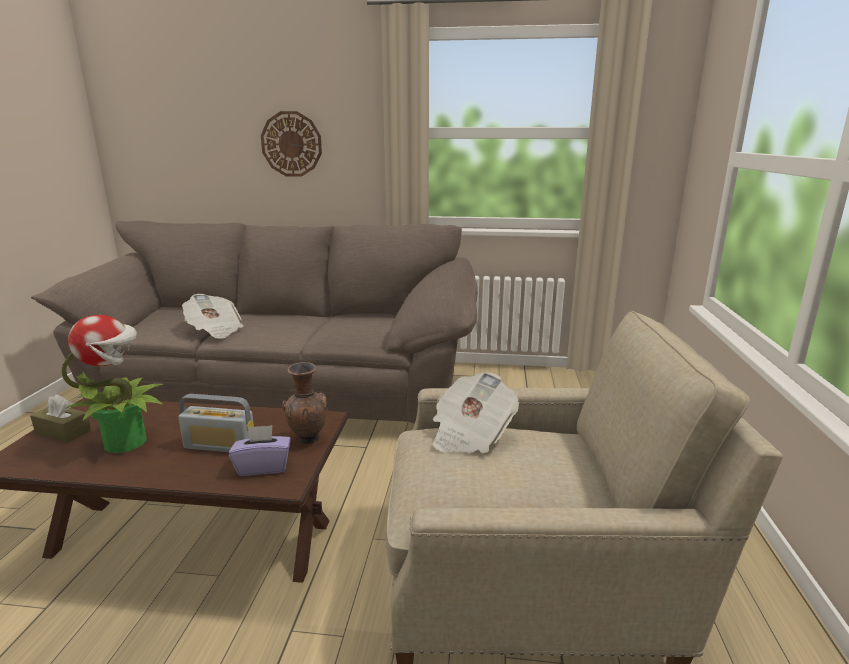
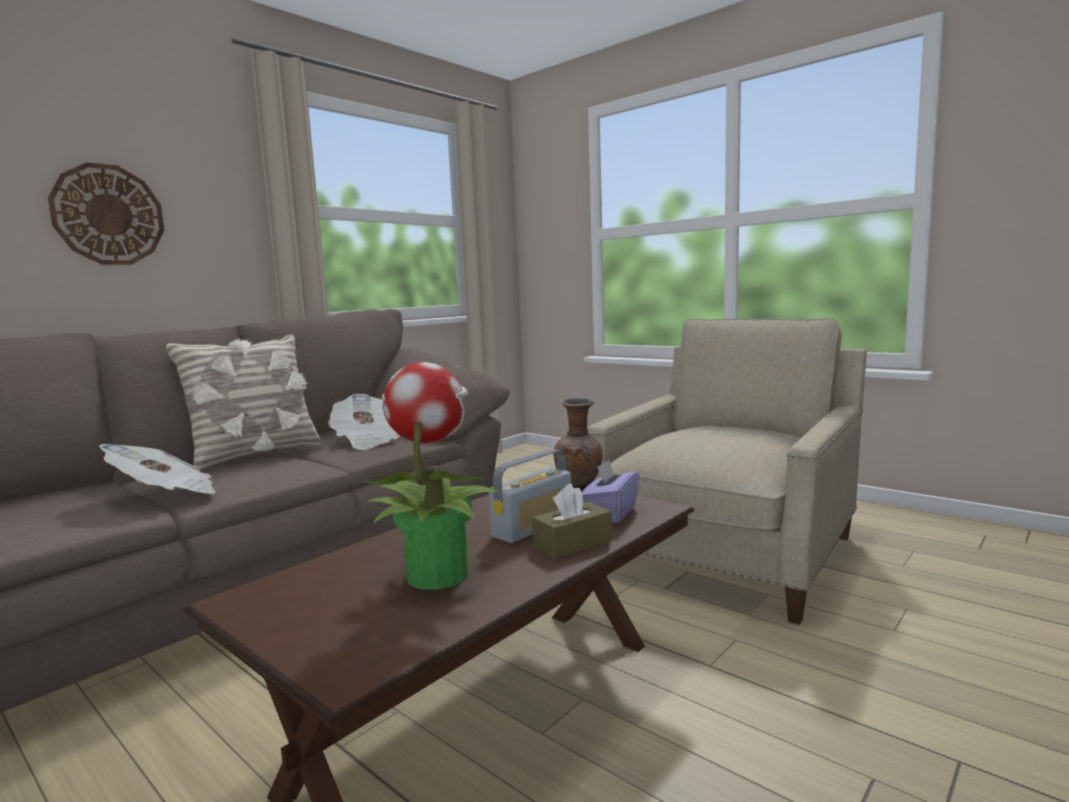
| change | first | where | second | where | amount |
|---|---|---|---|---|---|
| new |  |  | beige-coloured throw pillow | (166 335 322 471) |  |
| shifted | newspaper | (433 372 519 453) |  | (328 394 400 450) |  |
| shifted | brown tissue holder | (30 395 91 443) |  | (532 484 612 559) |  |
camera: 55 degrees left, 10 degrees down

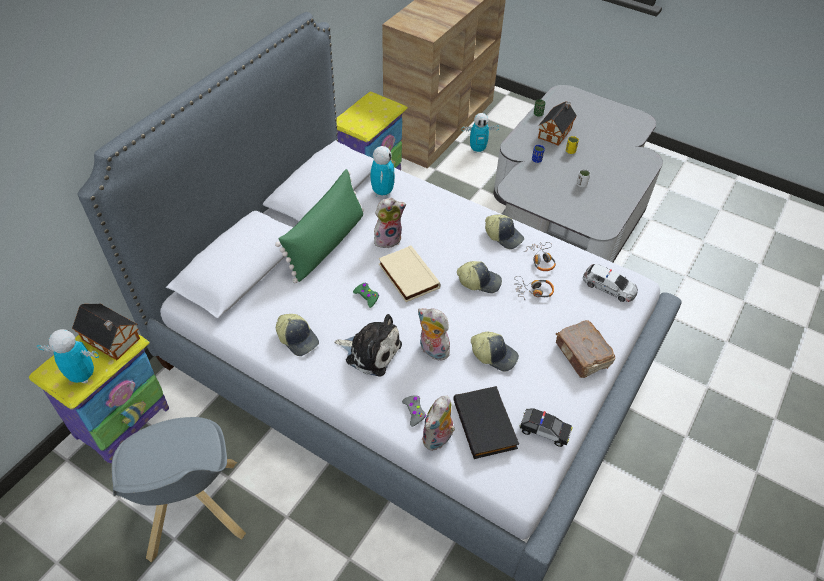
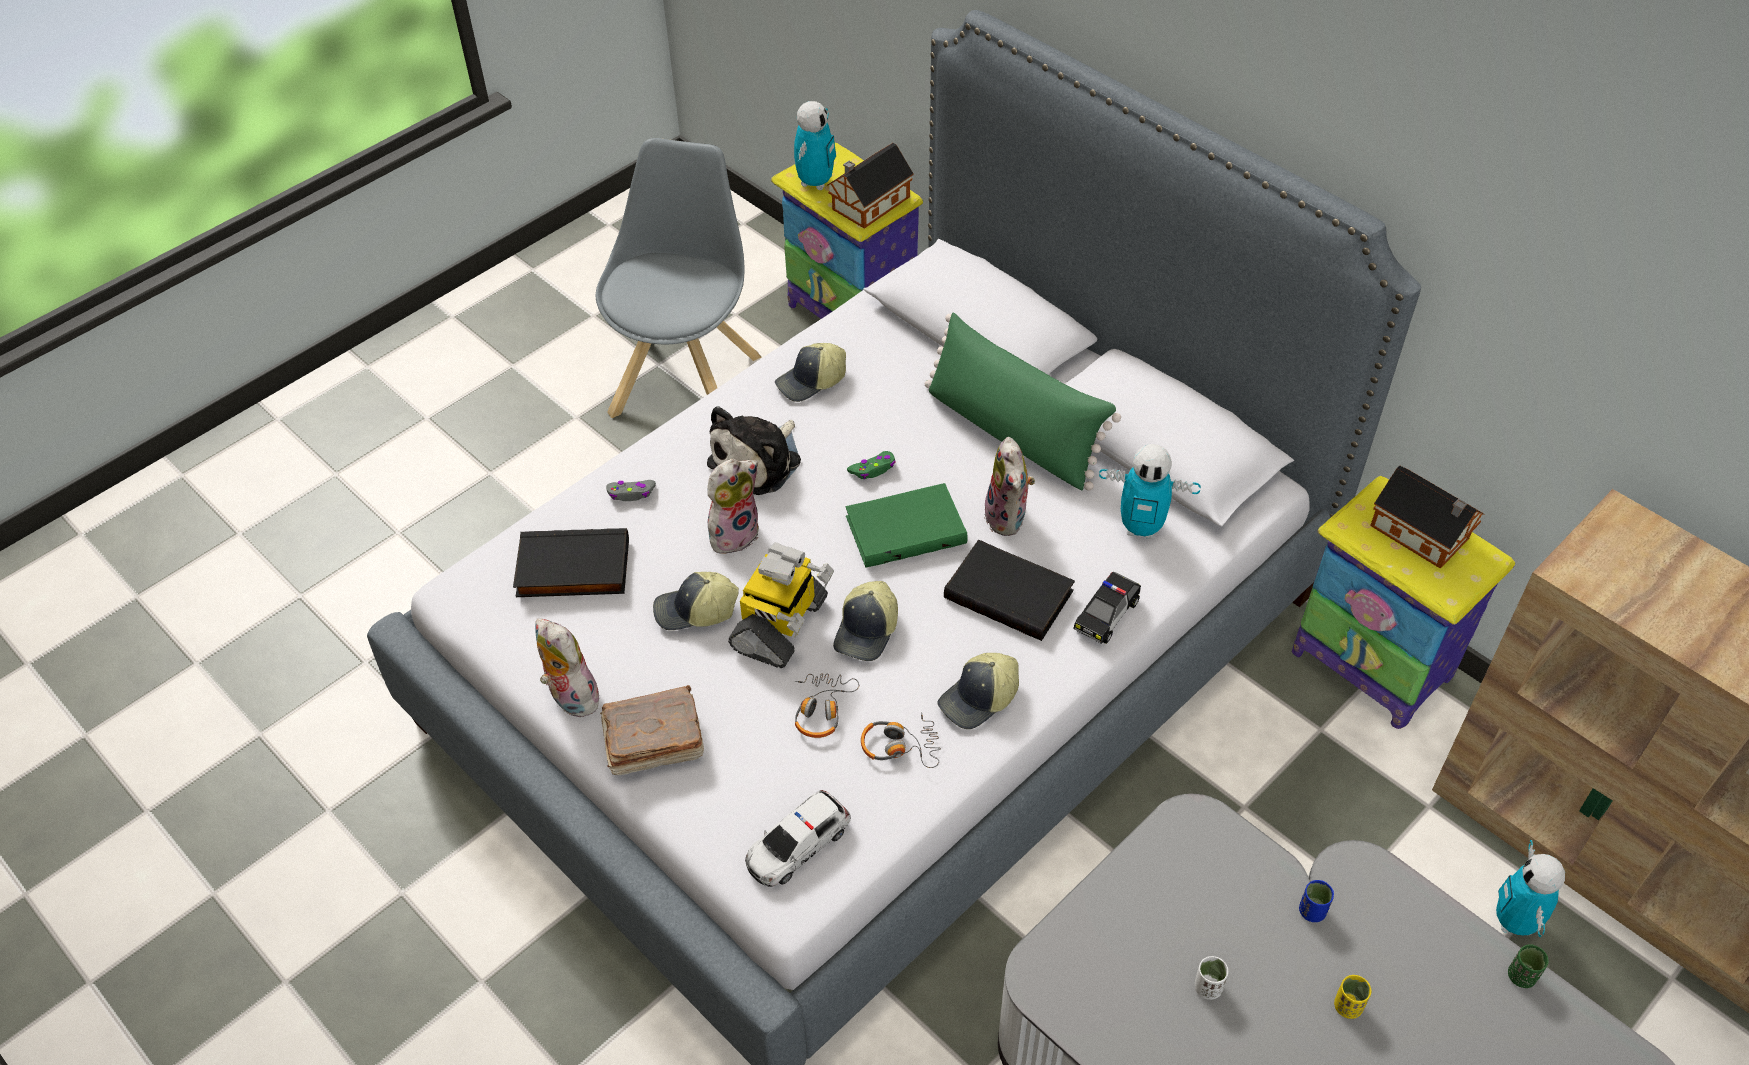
| change | first | where | second | where | amount |
|---|---|---|---|---|---|
| shifted | plush toy | (422 395 455 451) |  | (535 618 603 717) |  |
| rotated | greyish plain chair | (112 417 246 563) |  | (596 138 762 418) | 105 degrees clockwise |
| rotated | cap | (471 331 519 371) |  | (653 572 739 630) | 45 degrees clockwise |
| new |  |  | robot figure | (728 542 834 668) |  |
| repainted | beige-coloured book | (379 245 441 302) | green book | (846 483 968 568) |  |
| new |  |  | black-coloured book | (944 539 1075 641) |  |
| shifted | toy car | (519 408 573 447) |  | (1073 572 1141 644) |  |
| shifted | miniature house | (538 101 577 146) |  | (1370 465 1485 569) |  |
camera: 105 degrees right, 0 degrees up

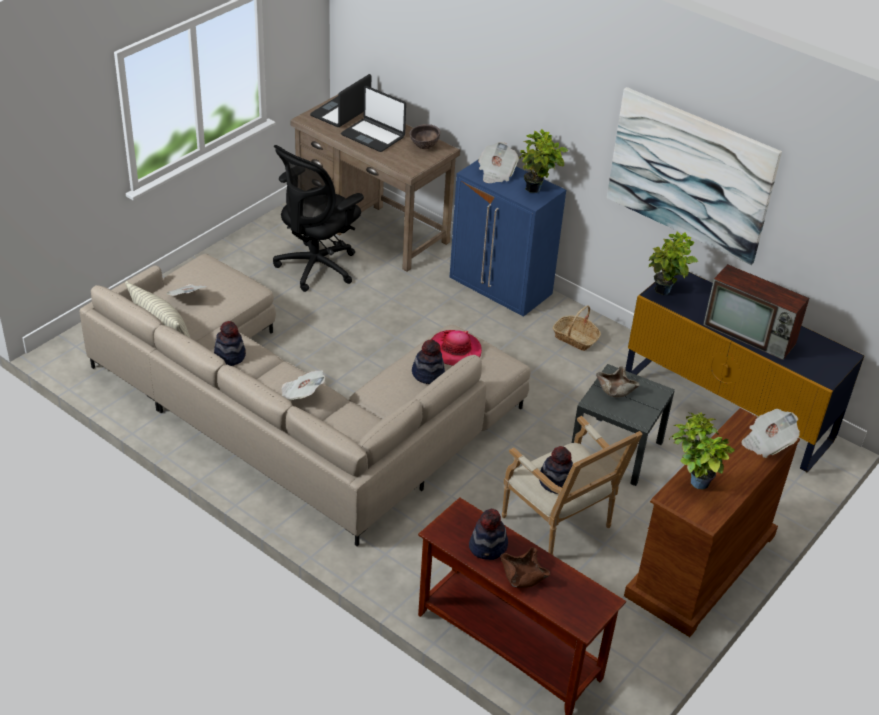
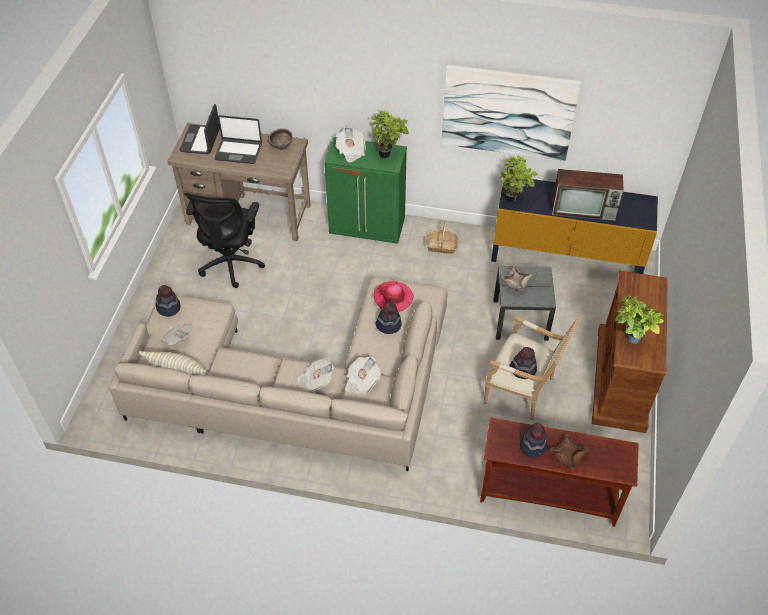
| change | first | where | second | where | amount |
|---|---|---|---|---|---|
| shifted | hat | (214 321 246 366) |  | (156 285 181 317) |  |
| repainted | blue cupboard | (450 160 566 317) | green cupboard | (324 137 407 244) |  |
| shifted | newspaper | (741 409 800 458) |  | (345 357 381 396) |  |
camera: 25 degrees left, 10 degrees up

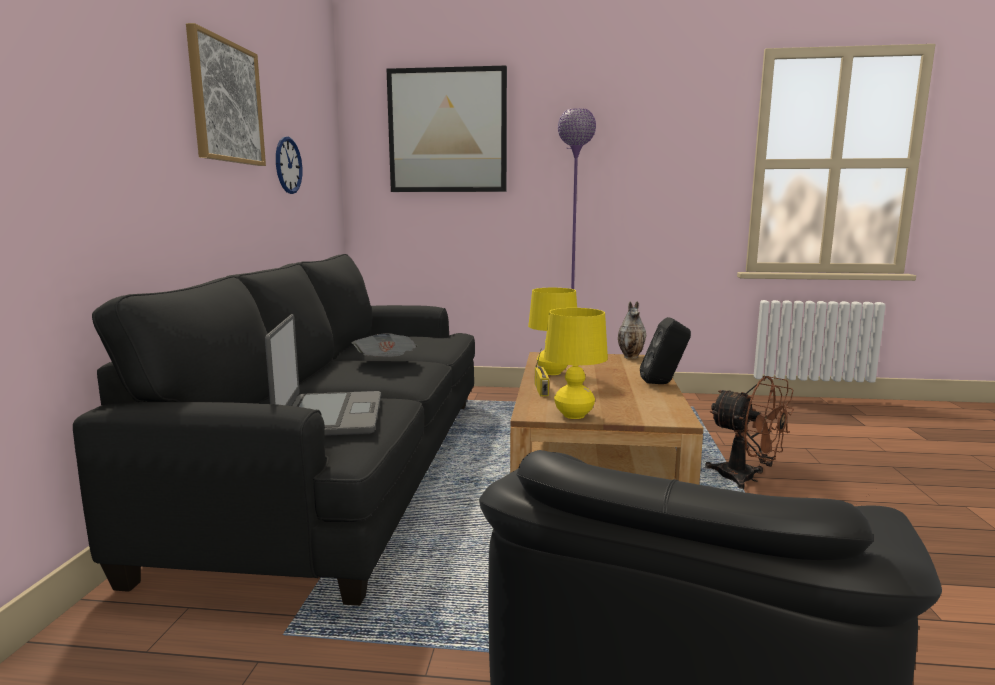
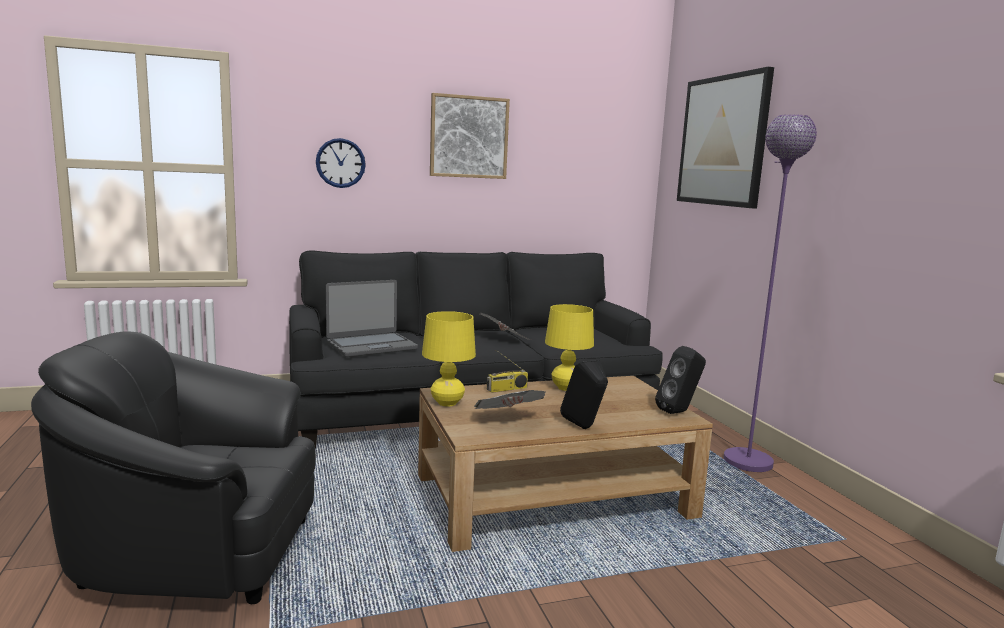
| change | first | where | second | where | amount |
|---|---|---|---|---|---|
| shifted | clock on the wall | (276 137 302 194) |  | (316 138 366 188) |  |
| new |  |  | newspaper | (474 390 545 409) |  |
| swapped | decorative vase | (618 301 646 359) | black-coloured loudspeaker | (655 346 706 414) |  |
| gone | brown electric fan | (705 376 794 489) |  |  |  |
camera: 65 degrees right, 0 degrees up

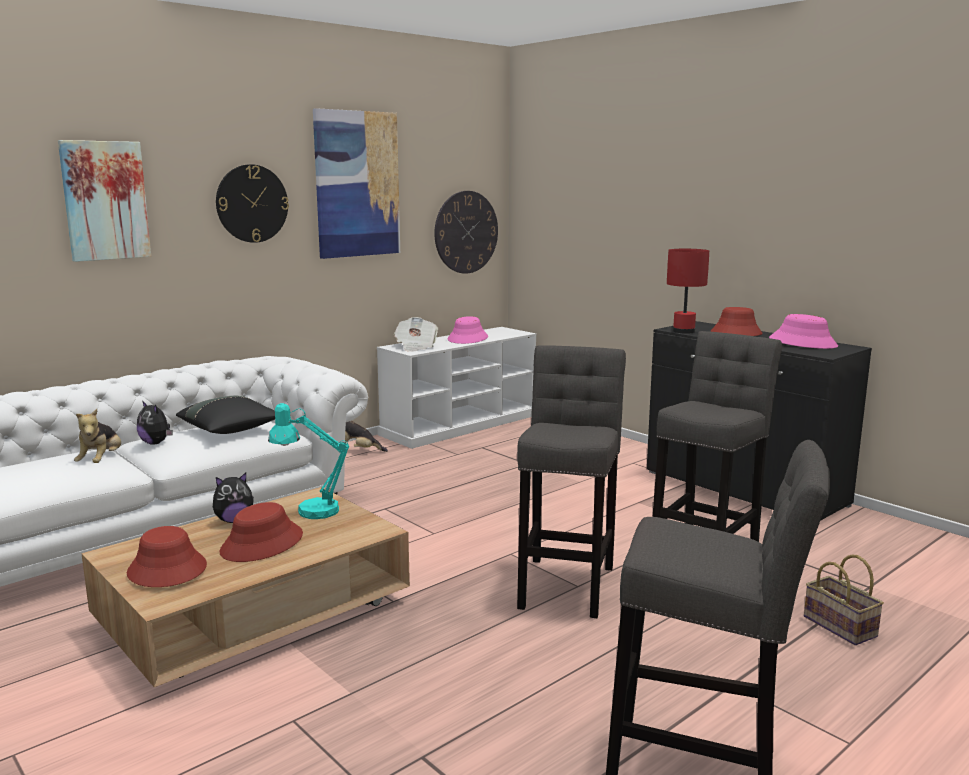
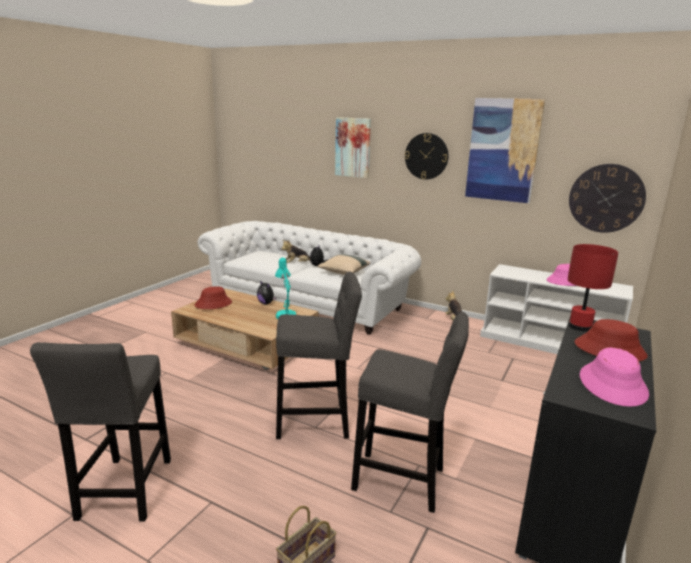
| change | first | where | second | where | amount |
|---|---|---|---|---|---|
| repainted | black-coloured throw pillow | (176 396 275 434) | beige-coloured throw pillow | (317 254 371 275) |  |
| gone | reddish hat | (220 502 303 562) |  |  |  |
| gone | newspaper | (394 317 438 352) |  |  |  |
camera: 70 degrees right, 5 degrees up

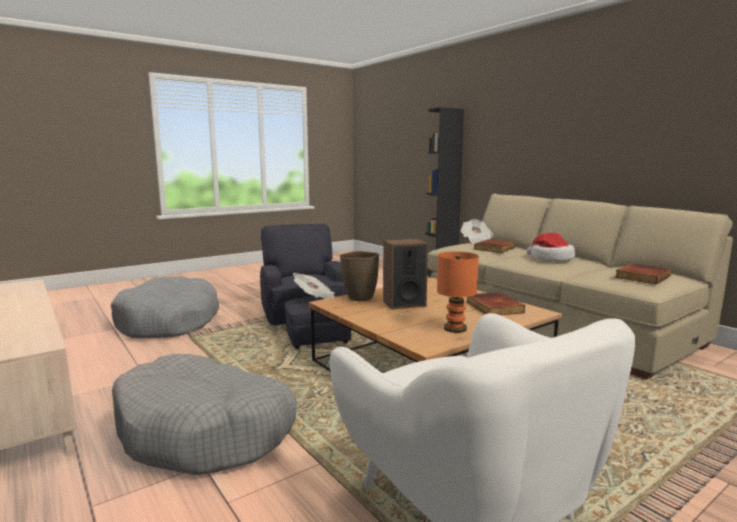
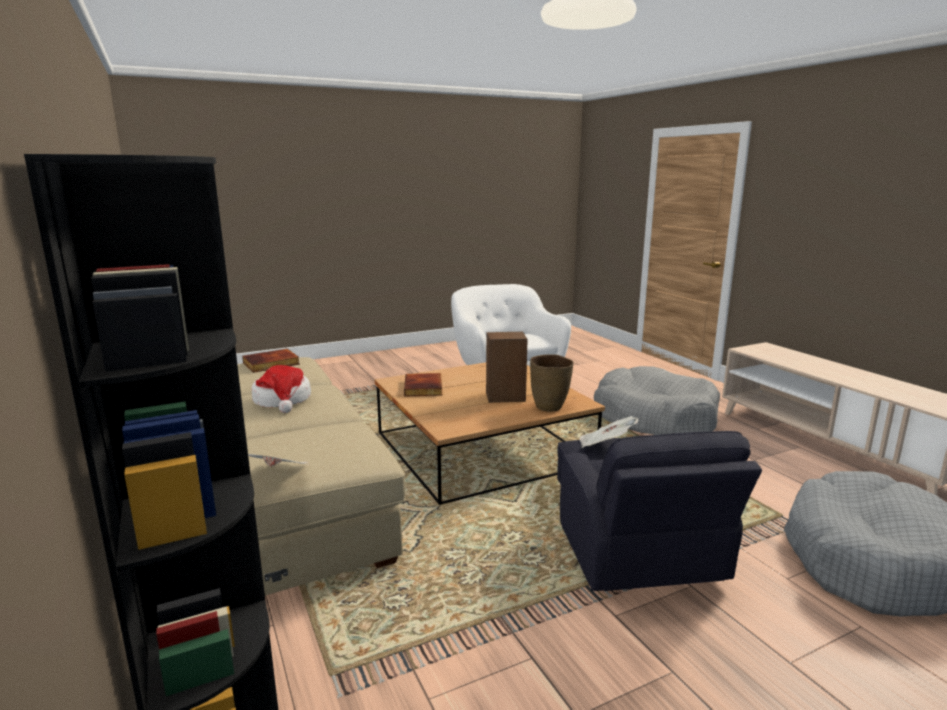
| change | first | where | second | where | amount |
|---|---|---|---|---|---|
| gone | orangey lamp for a table | (437 252 479 333) |  |  |  |
| gone | book | (474 239 515 253) |  |  |  |
camera: 170 degrees left, 5 degrees up

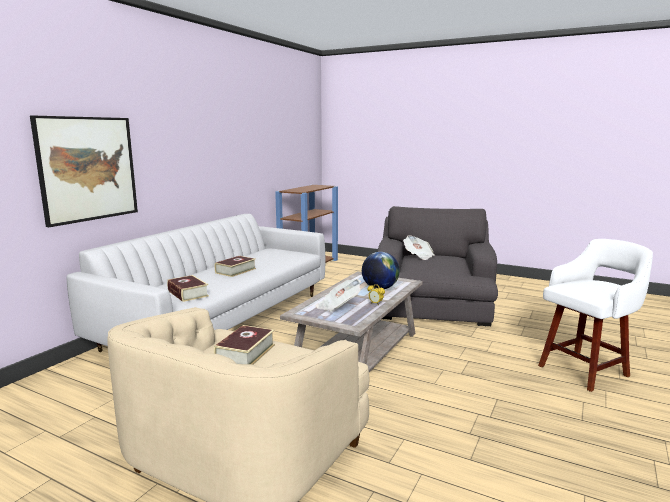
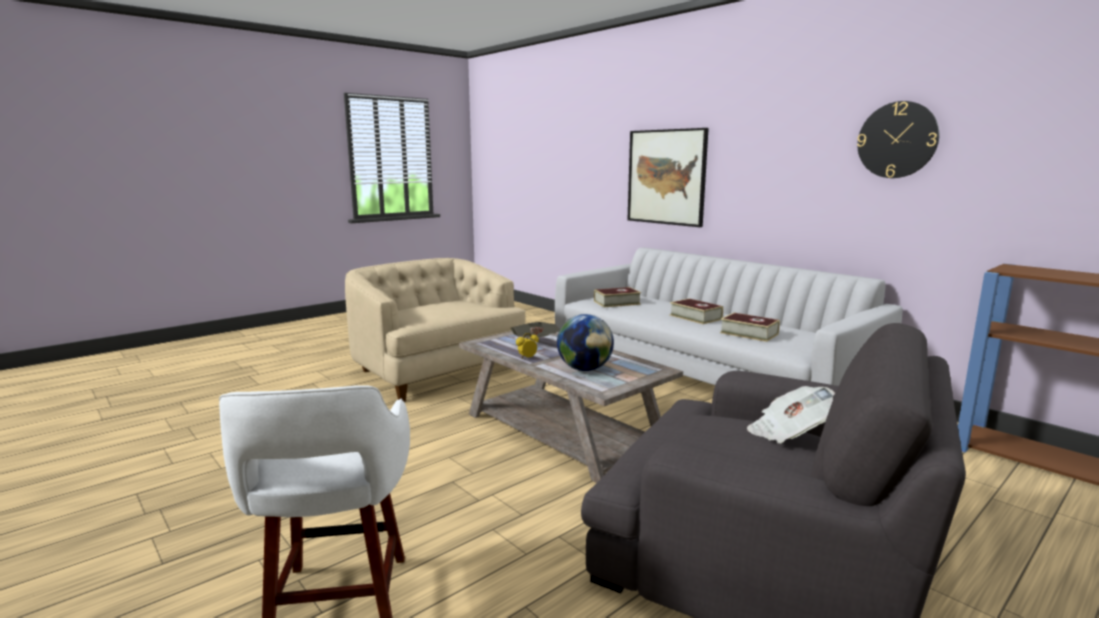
| change | first | where | second | where | amount |
|---|---|---|---|---|---|
| shifted | book | (214 325 275 365) |  | (720 313 780 342) |  |
| new |  |  | clock on the wall | (857 101 940 178) |  |
camera: 110 degrees right, 0 degrees up

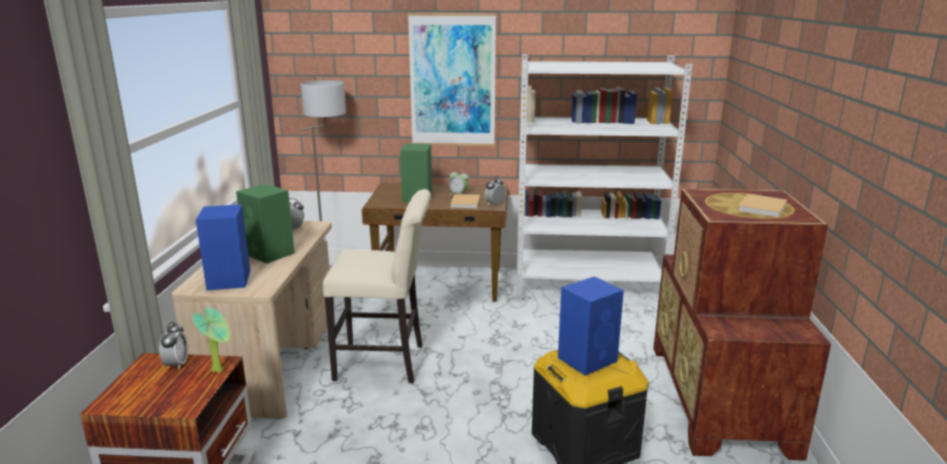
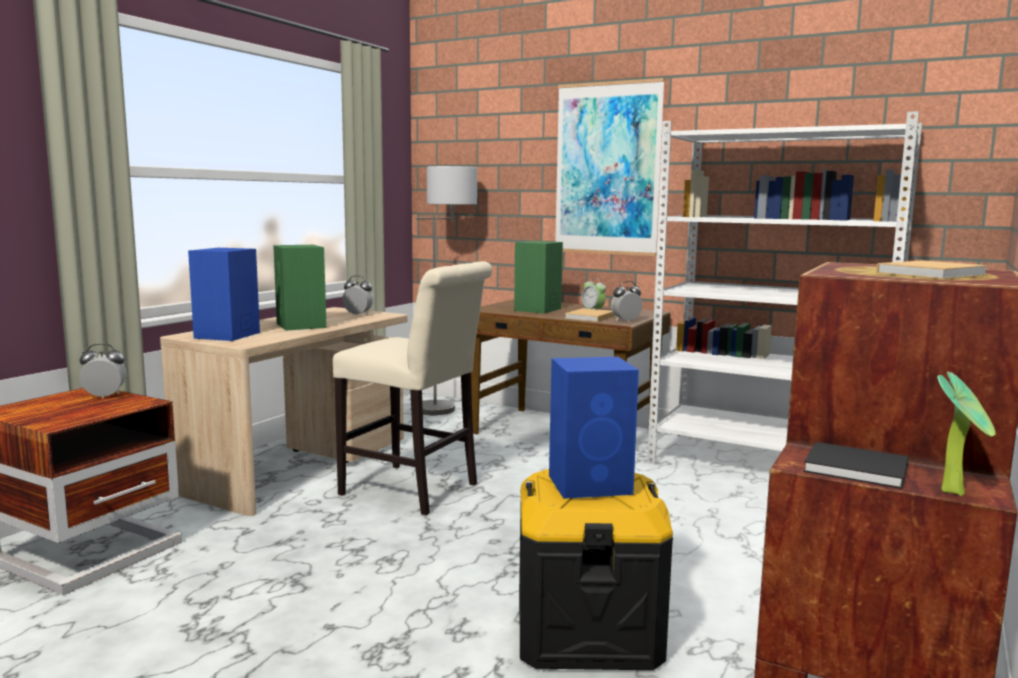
| change | first | where | second | where | amount |
|---|---|---|---|---|---|
| rotated | alarm clock | (159 322 188 370) |  | (79 343 126 398) | 120 degrees counterclockwise |
| new |  |  | black-coloured book | (803 442 908 489) |  |
| shifted | potted plant | (193 307 231 373) |  | (937 372 996 496) |  |
camera: 25 degrees right, 10 degrees down

